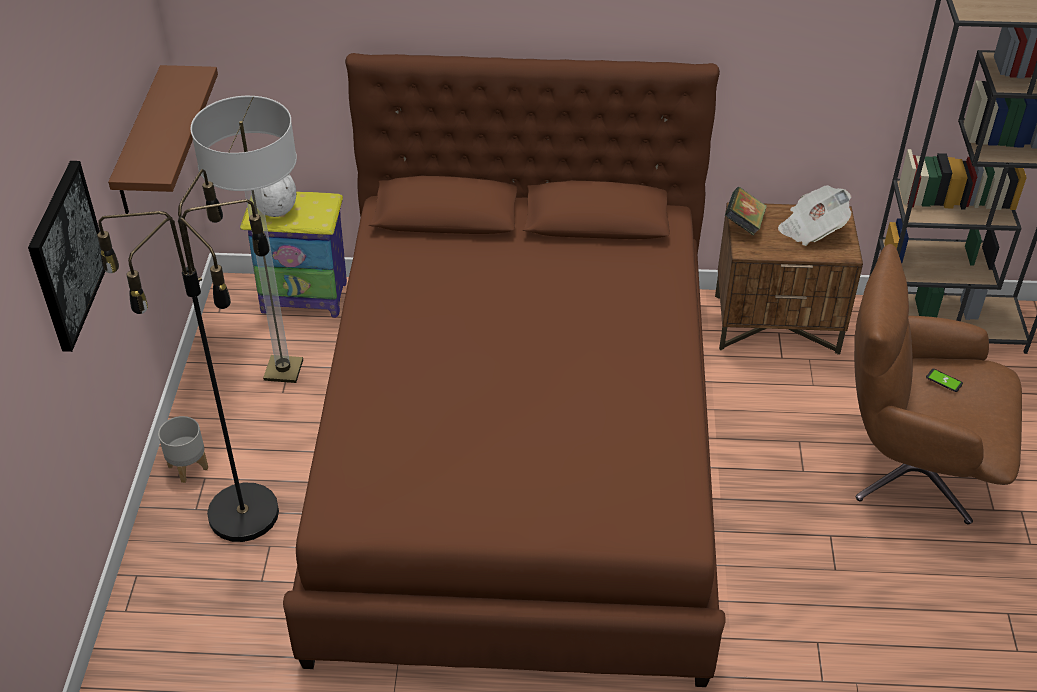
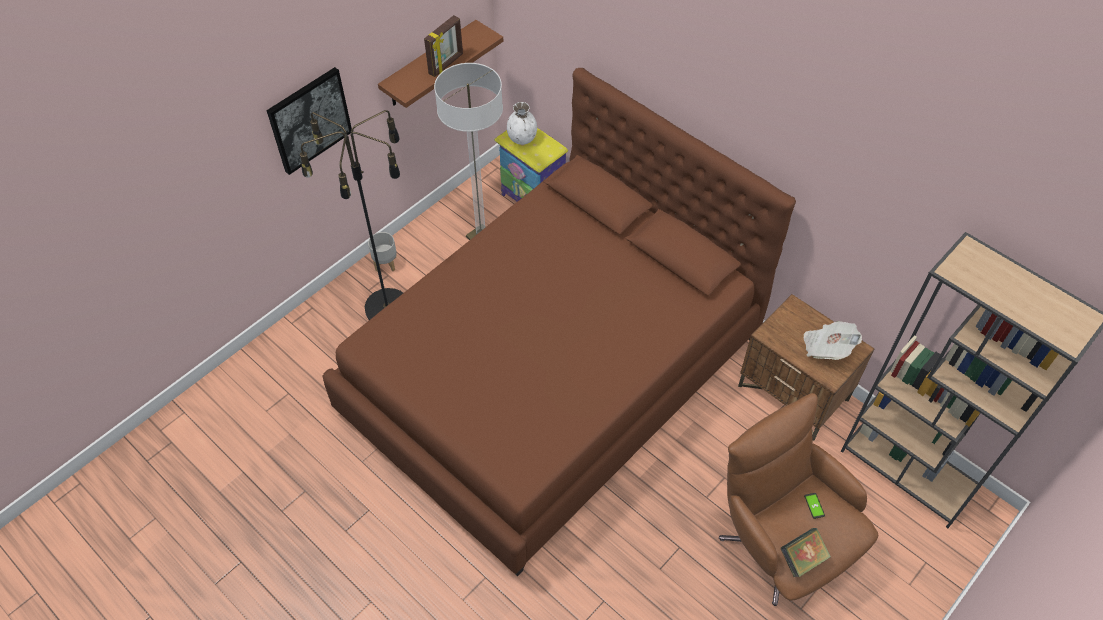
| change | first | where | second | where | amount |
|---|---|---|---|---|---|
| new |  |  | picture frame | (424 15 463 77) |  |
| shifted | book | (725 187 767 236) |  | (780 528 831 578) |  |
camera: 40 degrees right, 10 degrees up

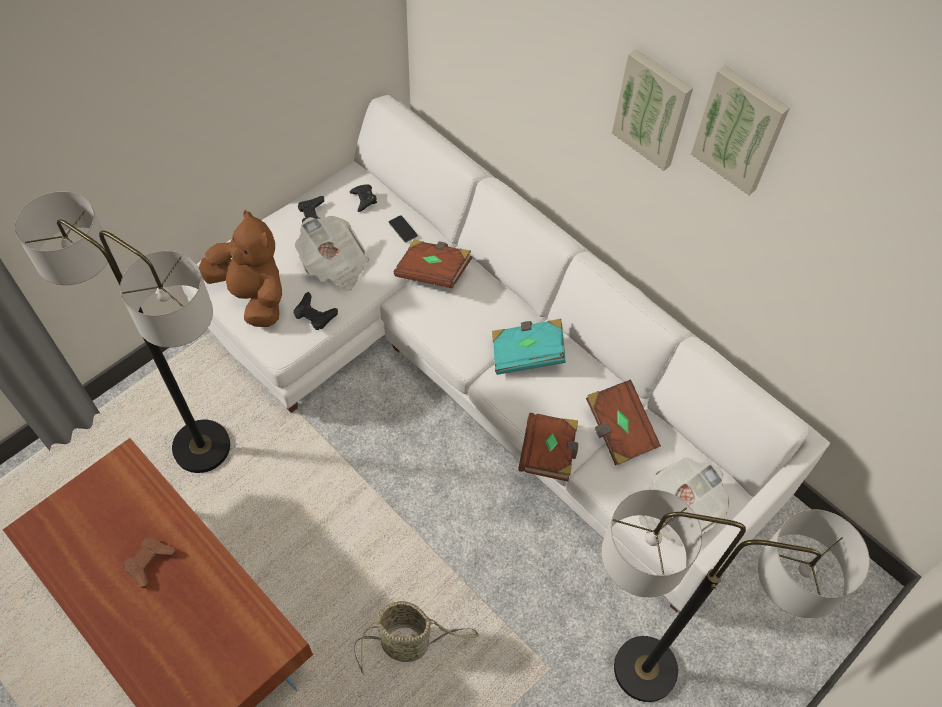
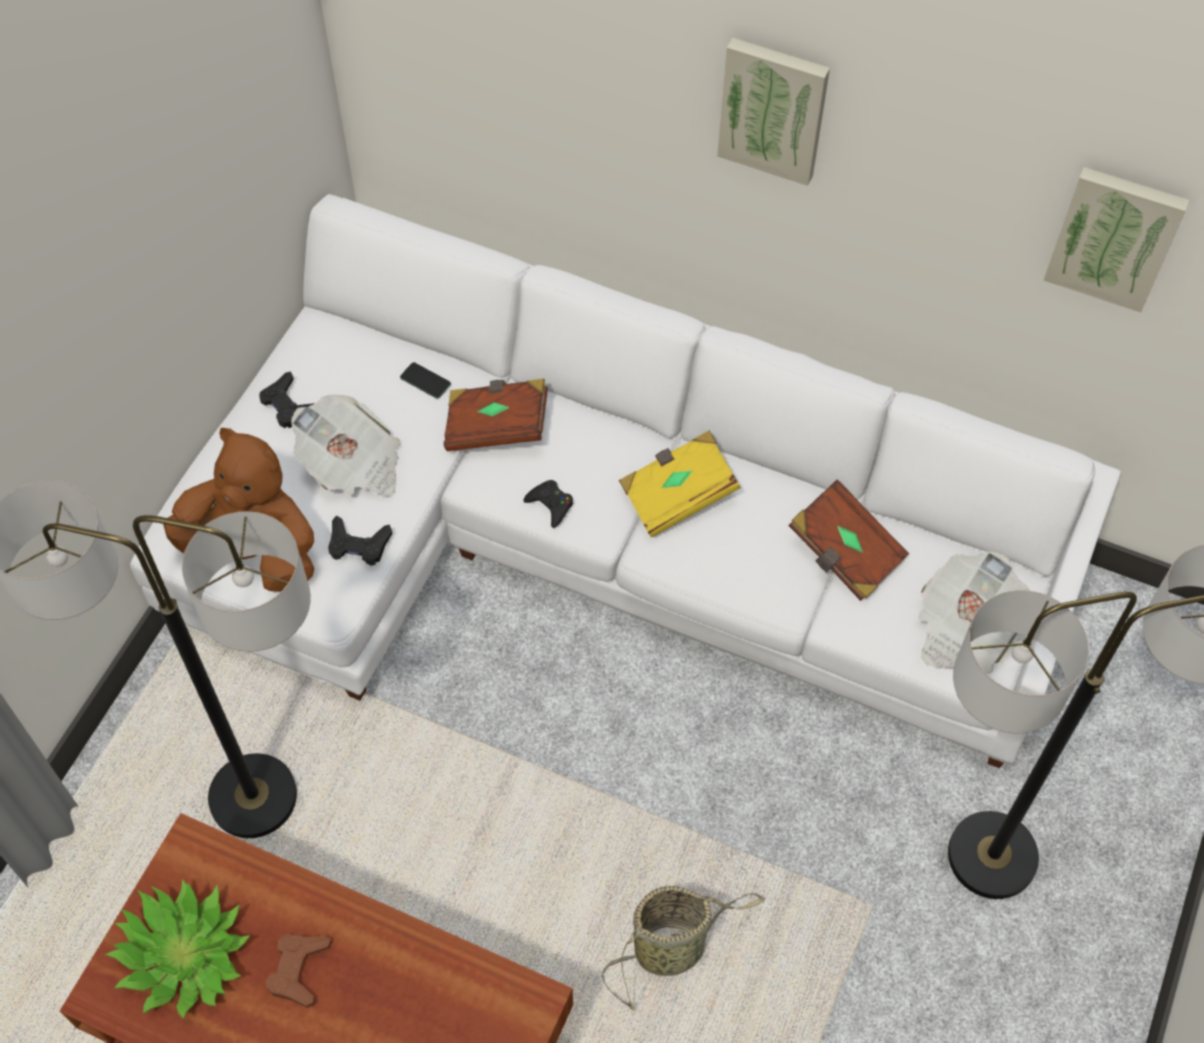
| change | first | where | second | where | amount |
|---|---|---|---|---|---|
| new |  |  | potted plant | (105 879 250 1019) |  |
| shifted | black-coloured game controller | (350 185 377 212) |  | (524 480 573 528) |  |
| repainted | turquoise-coloured book | (492 319 566 375) | yellow-coloured book | (619 431 741 538) |  |
| shifted | wall picture | (691 65 790 195) |  | (1044 167 1189 312) |  |
| gone | brown book | (519 413 578 482) |  |  |  |
camera: 20 degrees left, 0 degrees up

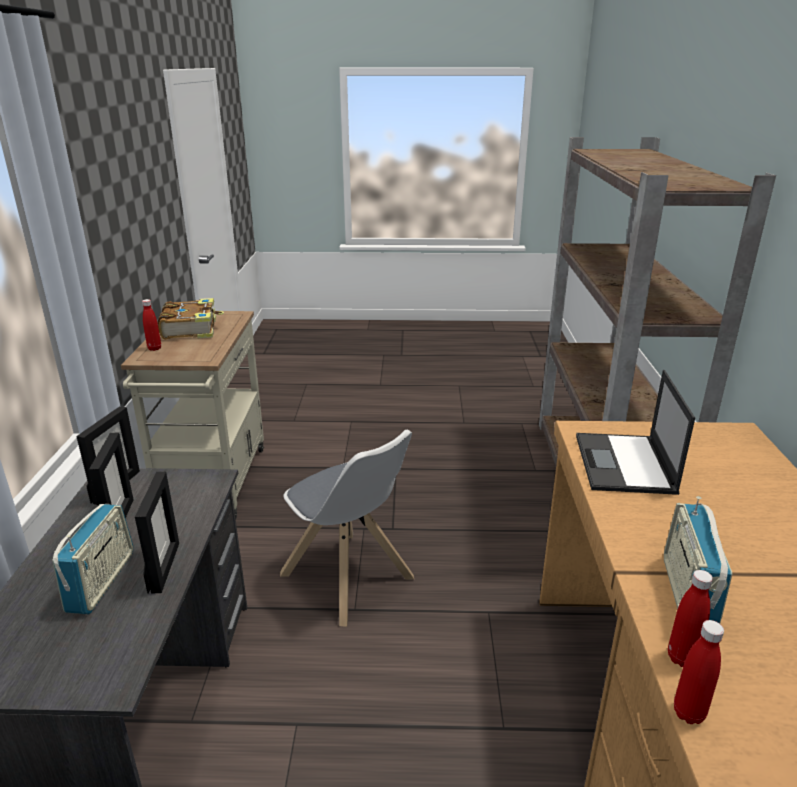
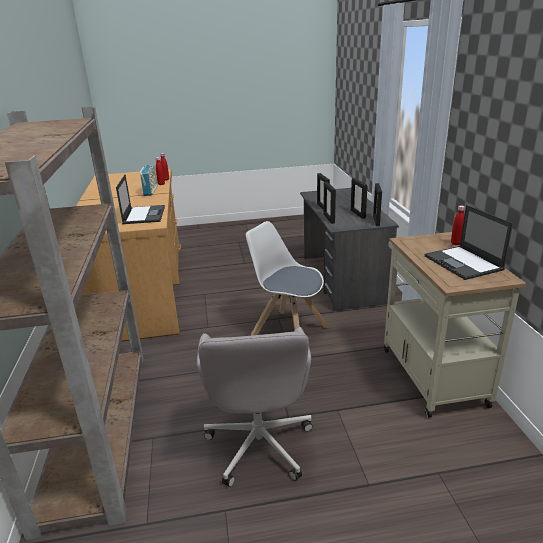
| change | first | where | second | where | amount |
|---|---|---|---|---|---|
| new |  |  | greyish computer chair | (197 327 312 487) |  |
| new |  |  | picture frame | (323 182 336 224) |  |
| swapped | book | (158 298 224 340) | laptop | (425 205 513 280) |  |
| gone | radio receiver | (52 504 133 614) |  |  |  |
camera: 170 degrees right, 0 degrees up

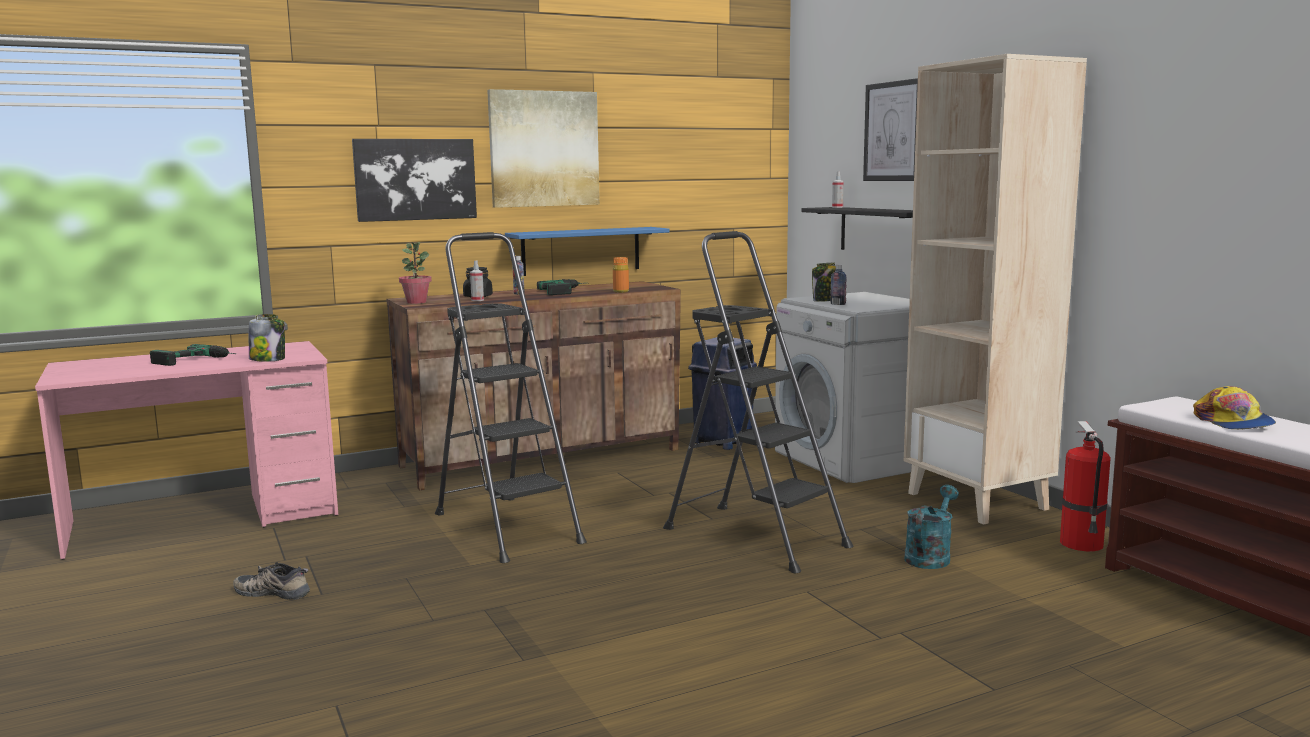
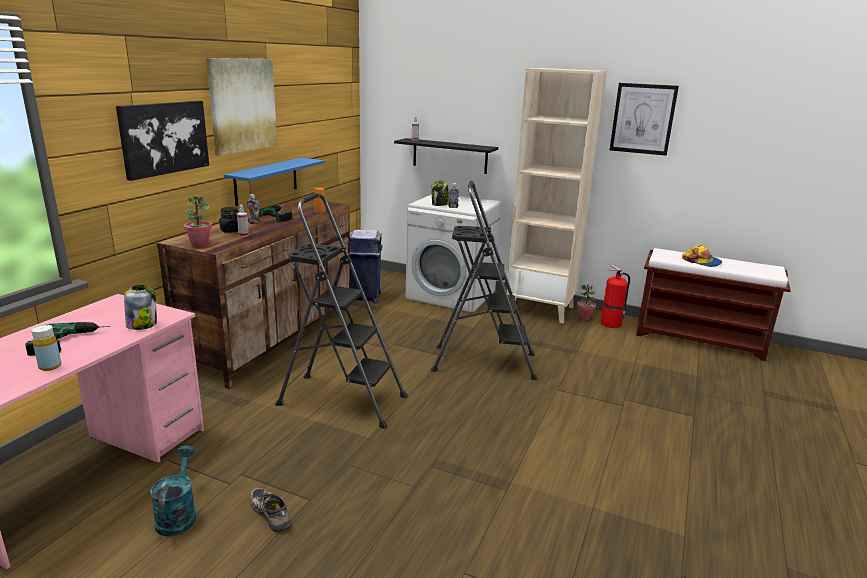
| change | first | where | second | where | amount |
|---|---|---|---|---|---|
| new |  |  | yellow-coloured bottle | (31 325 61 371) |  |
| shifted | turquoise-coloured sprinkling can | (904 485 959 569) |  | (150 446 196 537) |  |
| rotated | item of footwear | (233 562 310 600) |  | (250 488 290 532) | 75 degrees clockwise |
| new |  |  | potted plant | (577 284 596 320) |  |
| shifted | wall picture | (863 78 918 181) |  | (610 83 679 156) |  |
camera: 40 degrees left, 10 degrees up

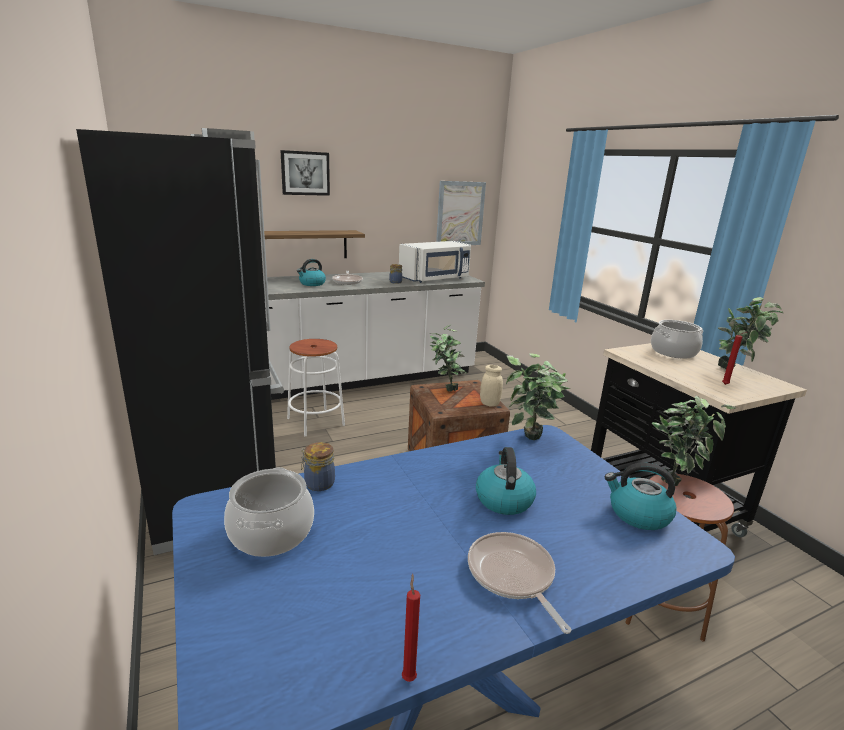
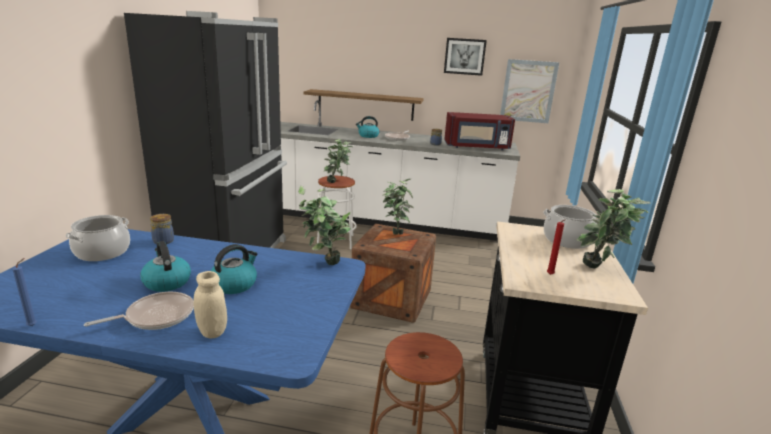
| change | first | where | second | where | amount |
|---|---|---|---|---|---|
| repainted | reddish wax candle | (402 574 420 682) | blue wax candle | (12 258 37 326) |  |
| rotated | skillet | (468 532 572 634) |  | (84 292 194 330) | 45 degrees clockwise |
| shifted | kettle | (605 462 677 530) |  | (140 241 191 292) |  |
| shifted | beige-coloured jar | (480 365 503 407) |  | (193 271 227 338) |  |
| shifted | potted plant | (652 396 737 486) |  | (324 139 353 183) |  |
| shifted | wall picture | (280 150 330 196) |  | (444 38 487 76) |  |
| repainted | whitish microwave | (399 241 471 283) | reddish microwave | (444 112 515 150) |  |
camera: 35 degrees right, 0 degrees up

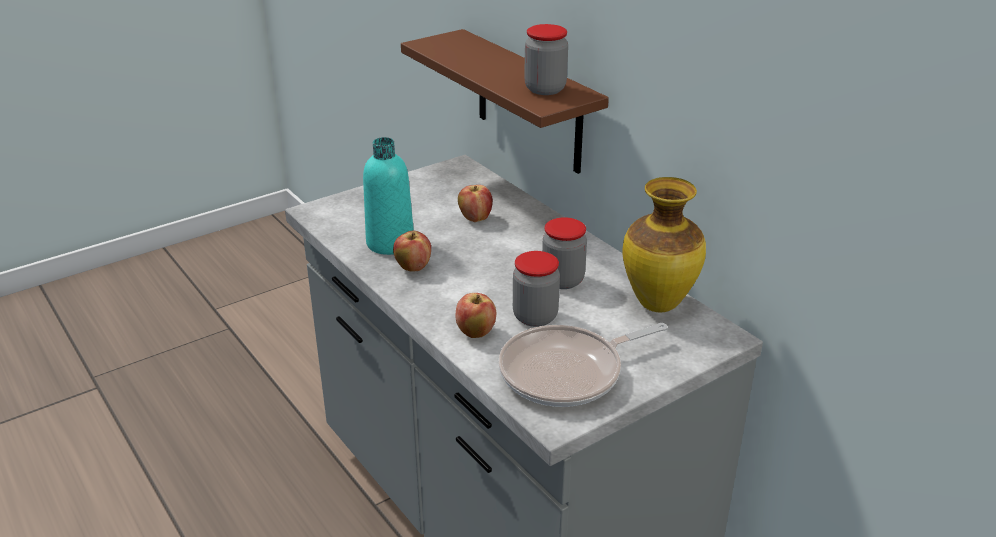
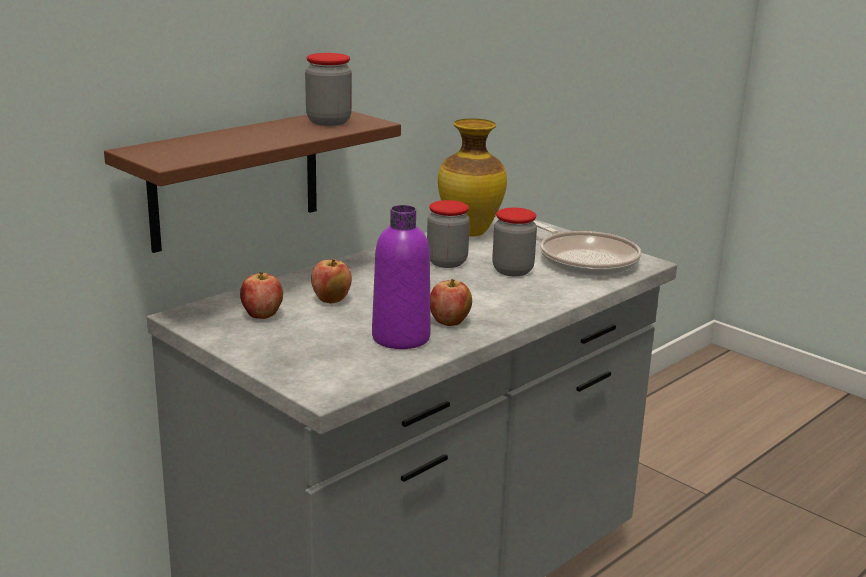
| change | first | where | second | where | amount |
|---|---|---|---|---|---|
| shifted | apple fruit | (456 293 496 338) |  | (240 272 283 319) |  |
| repainted | turquoise-coloured bottle | (363 137 414 255) | purple bottle | (372 205 431 349) |  |
camera: 100 degrees left, 10 degrees down

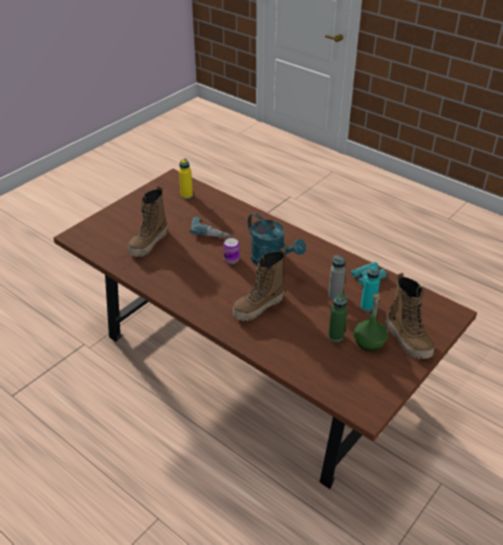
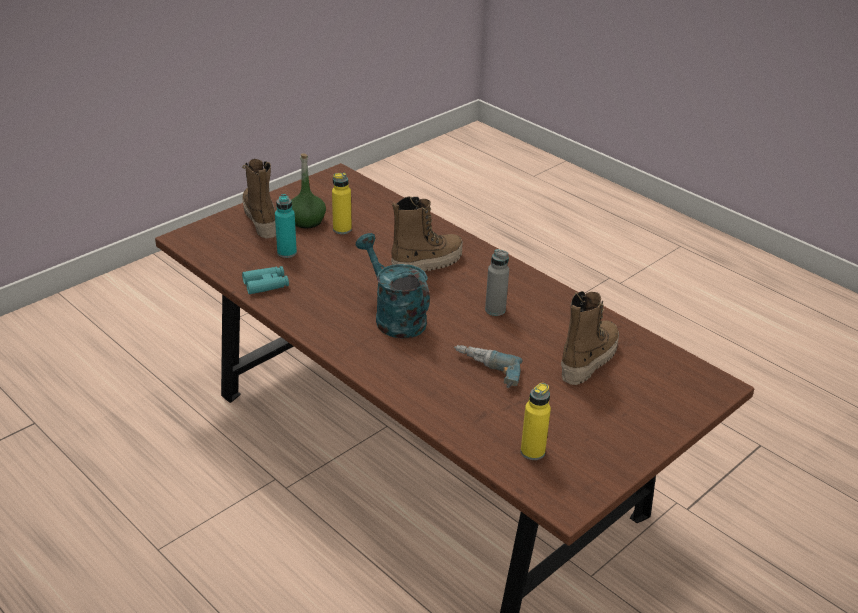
| change | first | where | second | where | amount |
|---|---|---|---|---|---|
| repainted | green bottle | (328 294 347 342) | yellow-coloured bottle | (332 173 352 234) |  |
| shifted | greyish bottle | (328 255 346 300) |  | (485 249 509 316) |  |
| gone | metal can | (223 238 240 264) |  |  |  |
camera: 175 degrees left, 5 degrees down

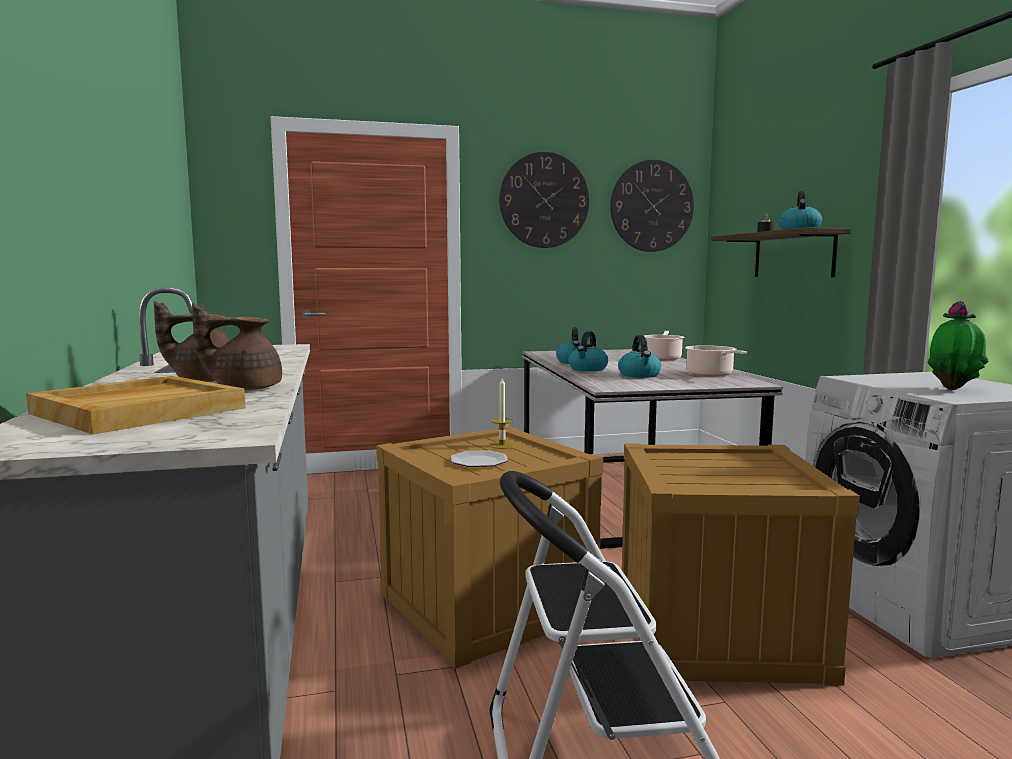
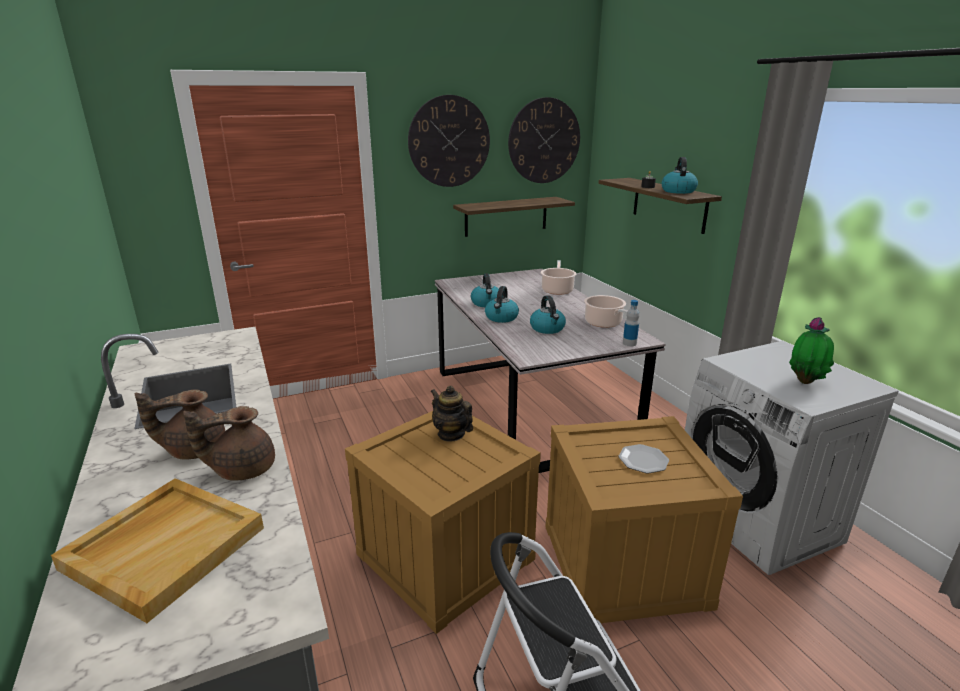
| change | first | where | second | where | amount |
|---|---|---|---|---|---|
| swapped | wax candle | (490 378 515 449) | pot for tea | (430 386 473 442) |  |
| new |  |  | bracket shelf | (453 197 575 237) |  |
| shifted | dinner plate | (451 450 508 467) |  | (619 444 669 474) |  |
| new |  |  | bottle | (623 300 639 346) |  |
camera: 10 degrees left, 15 degrees up

